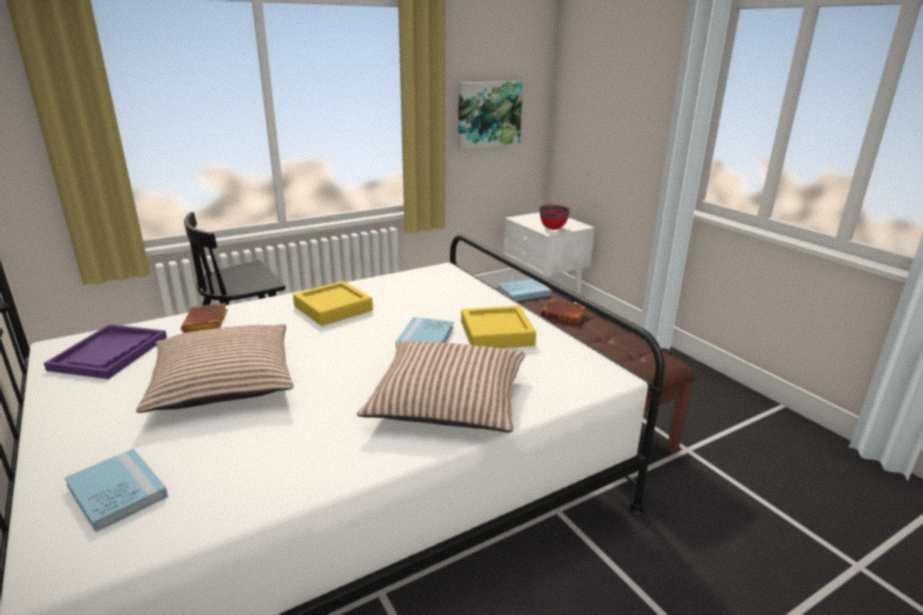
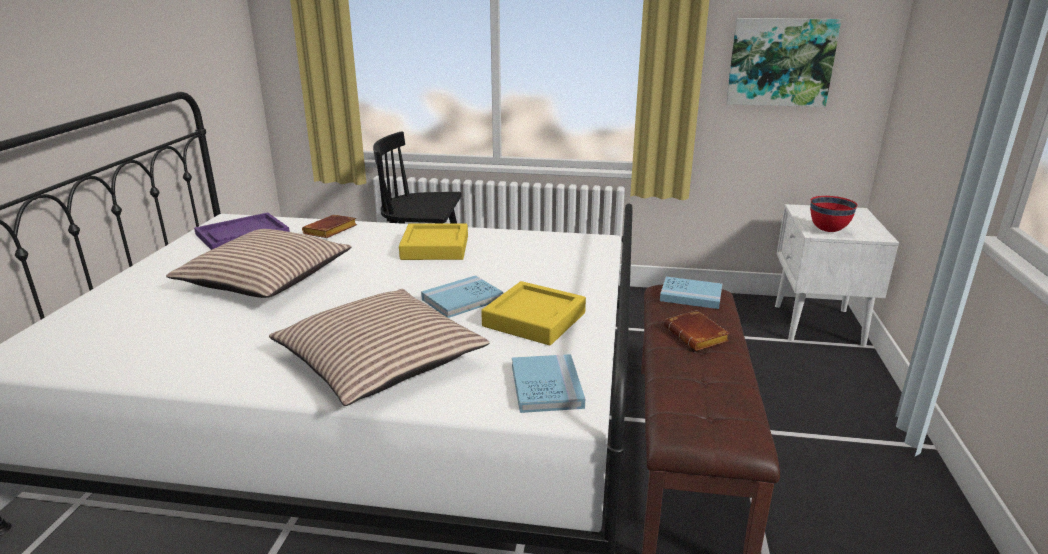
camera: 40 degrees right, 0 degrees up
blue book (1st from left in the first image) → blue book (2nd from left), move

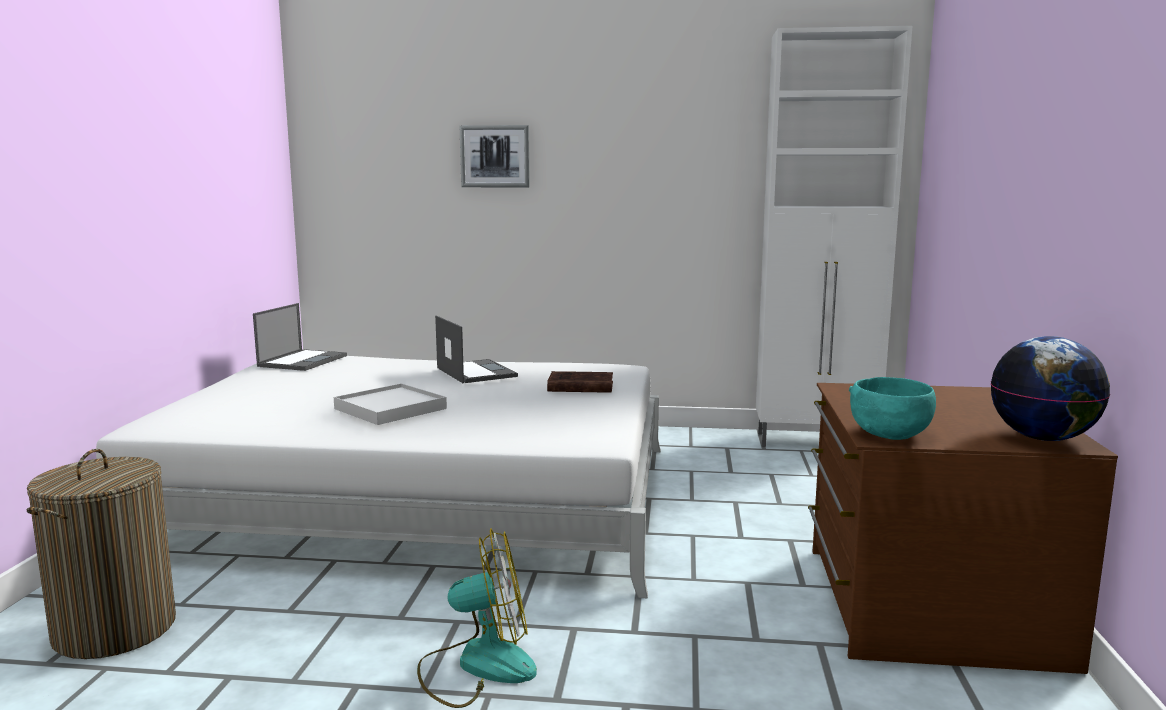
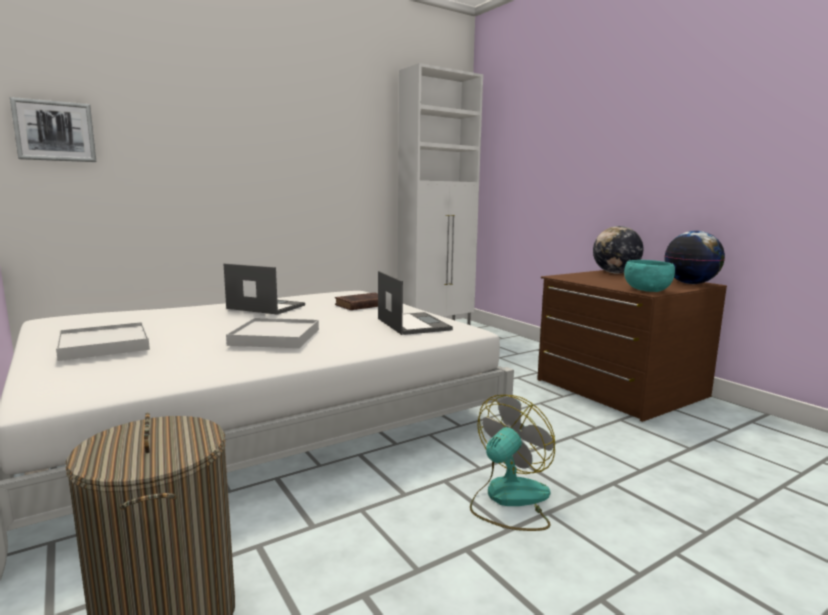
camera: 40 degrees left, 0 degrees up
picture, move
- → white tray (1st from left)
laptop (1st from left in the first image) → laptop (2nd from left), move
- → globe (1st from left)

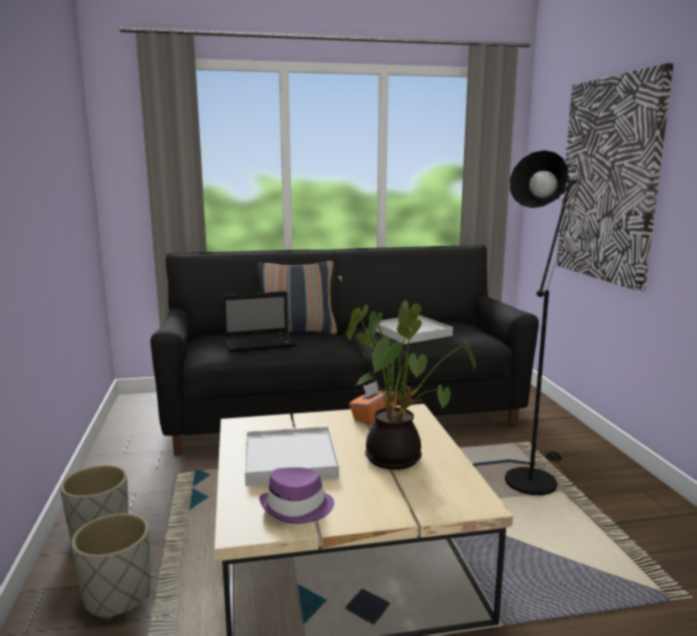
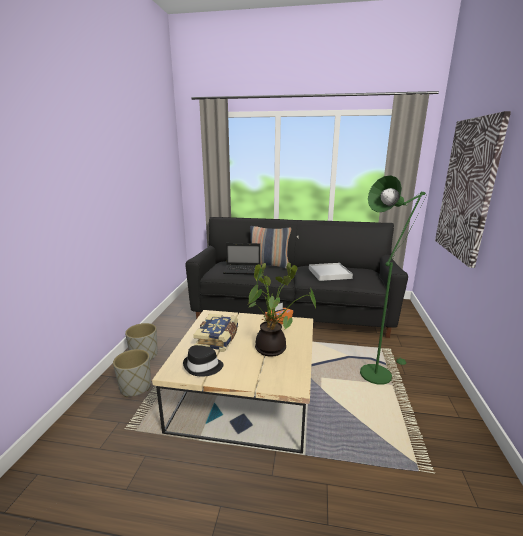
camera: 20 degrees right, 5 degrees up
purple hat → black hat
white tray (1st from left) → book
black floor lamp → green floor lamp

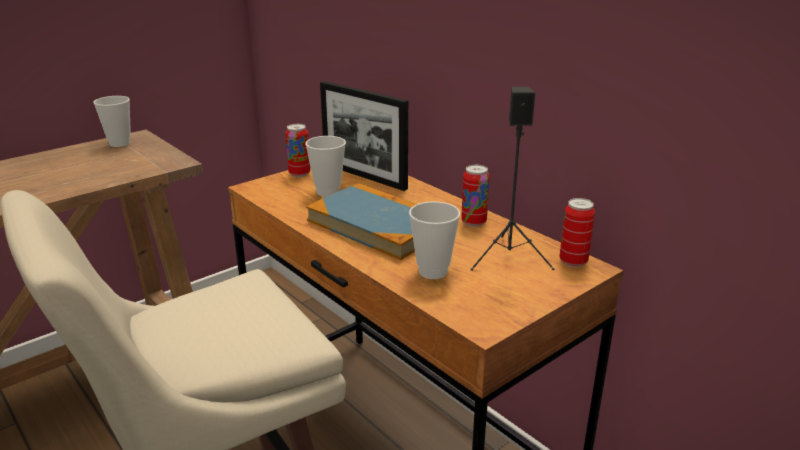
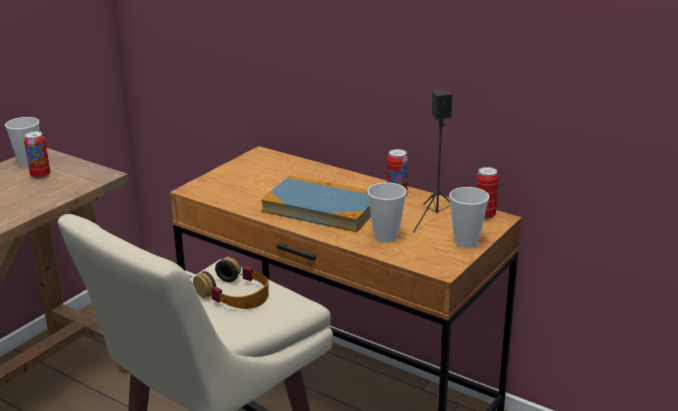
camera: 15 degrees left, 0 degrees up
can (1st from left), move
- → headphones
cup (2nd from left in the first image) → cup (3rd from left), move
picture frame → -

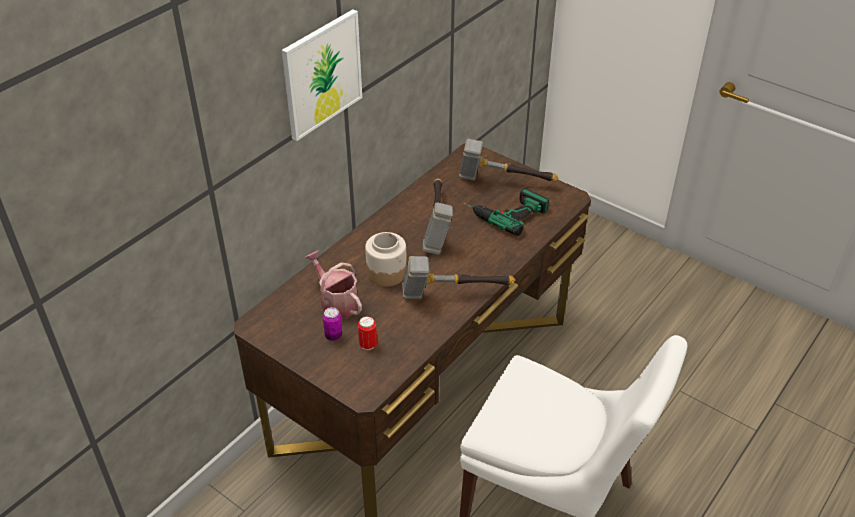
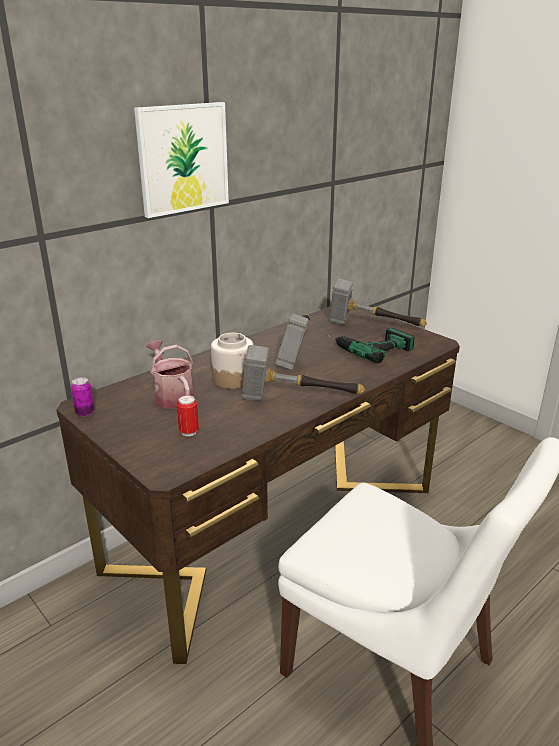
camera: 10 degrees right, 15 degrees down
can (1st from left), move

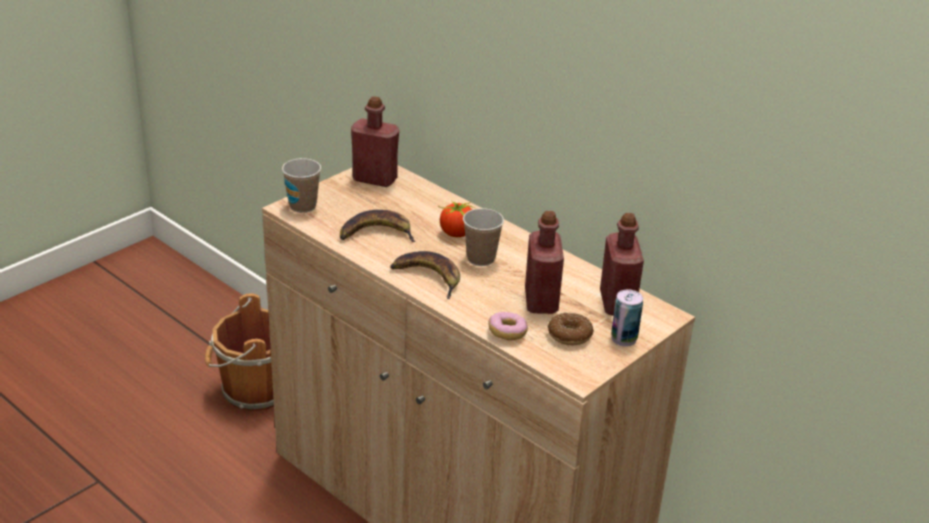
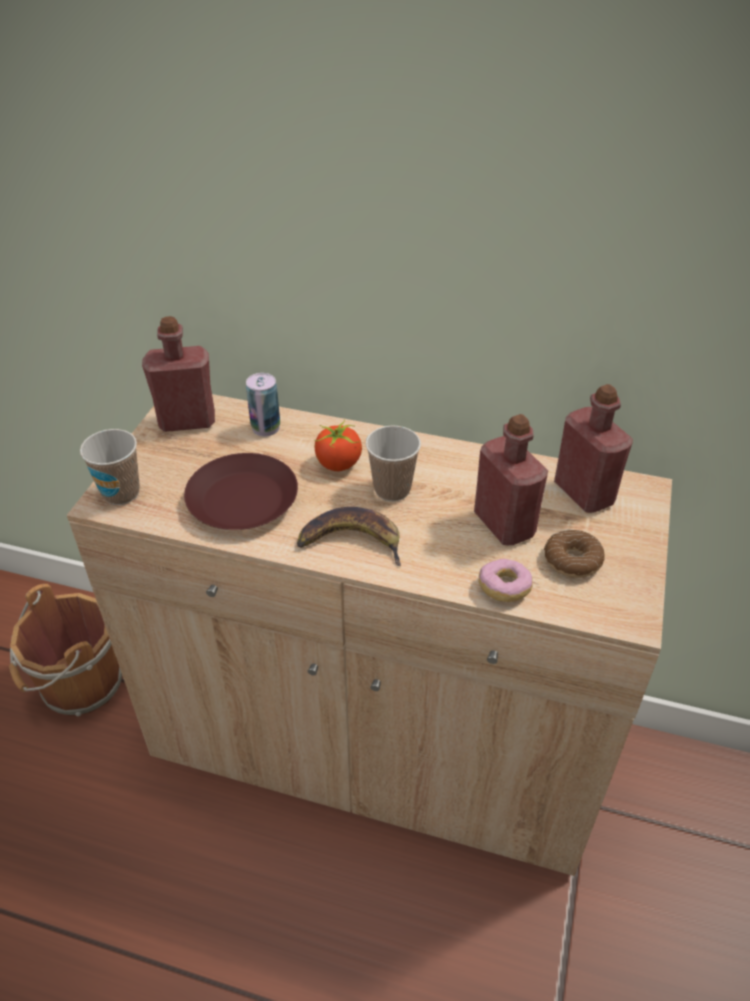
camera: 25 degrees left, 10 degrees up
banana (1st from left) → brown plate
can, move

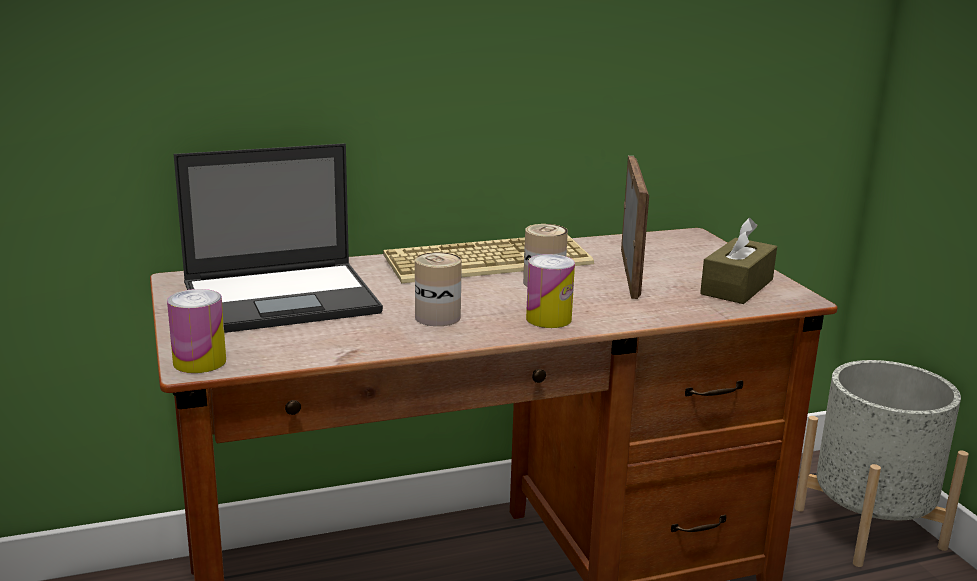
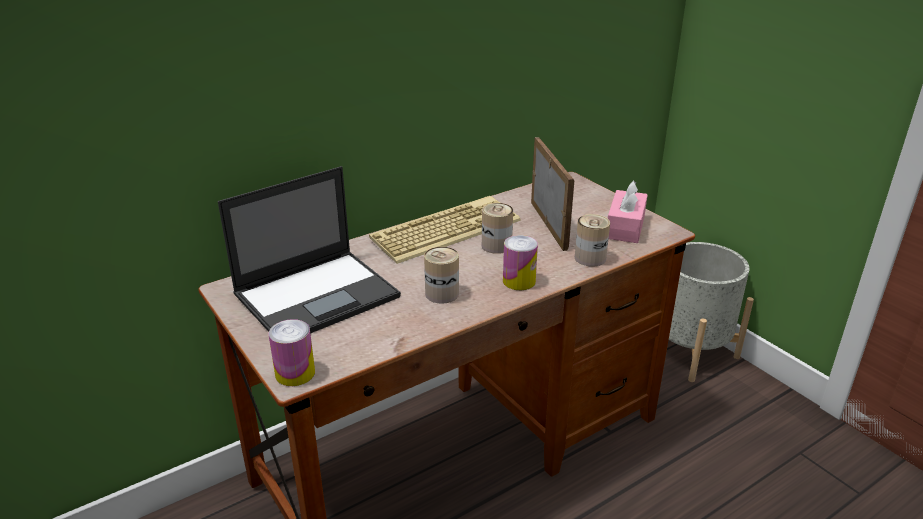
camera: 15 degrees left, 10 degrees up
- → can (5th from left)
brown tissue box → pink tissue box

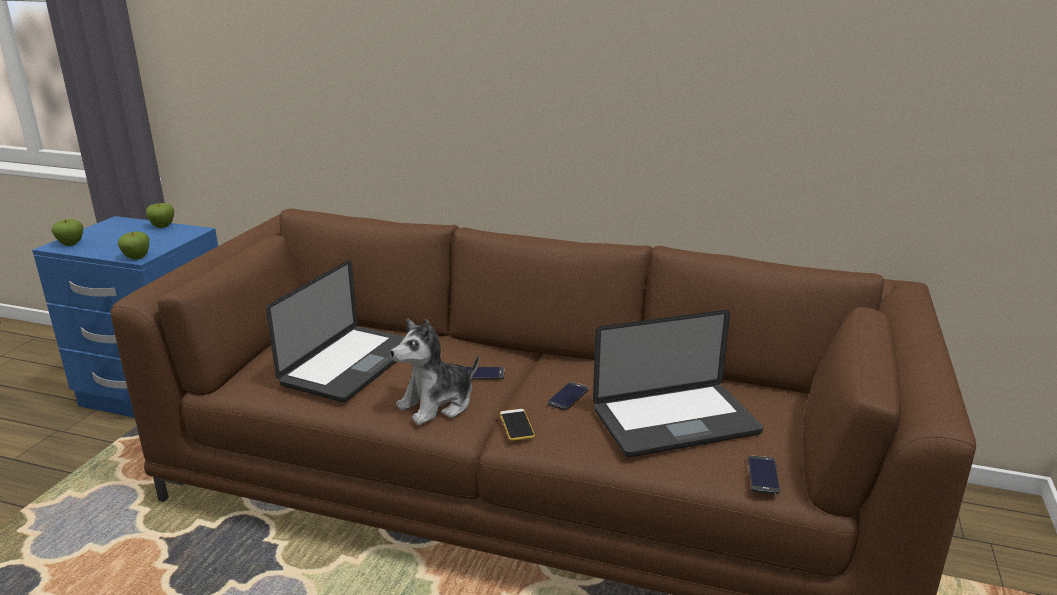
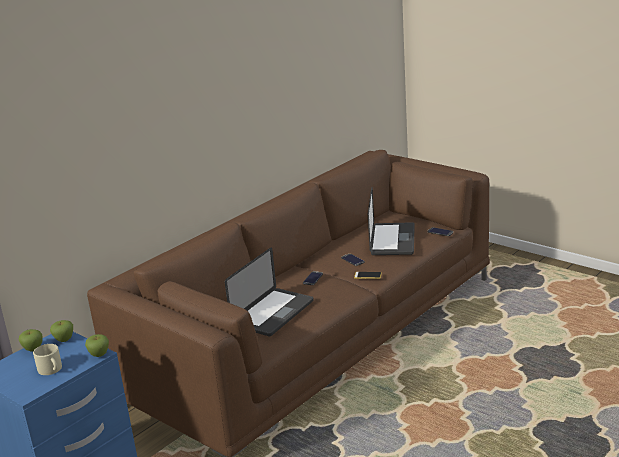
camera: 65 degrees left, 0 degrees up
- → beige mug
apple (1st from left in the first image) → apple (2nd from left), move
laptop (1st from left), 75 degrees clockwise
plush toy → -

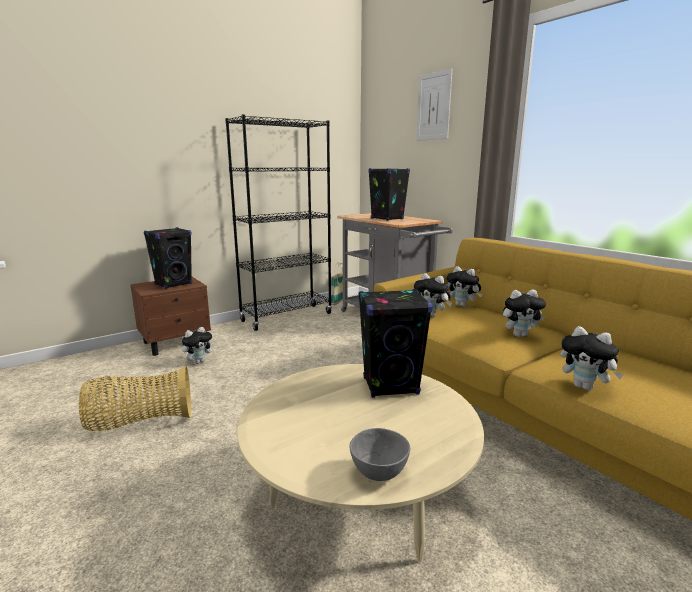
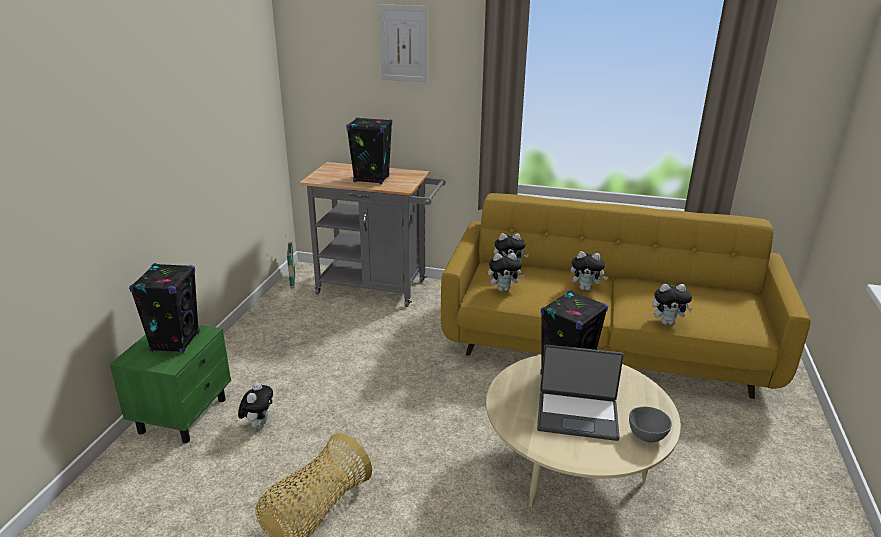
camera: 40 degrees left, 10 degrees up
brown nightstand → green nightstand
- → laptop
plush toy (4th from left), 60 degrees clockwise
black bookcase → -

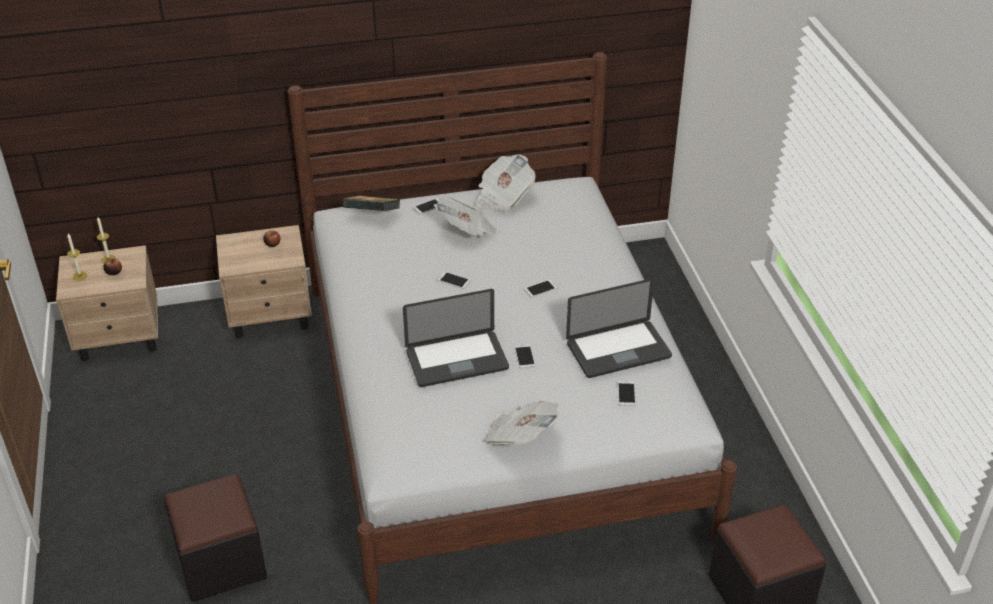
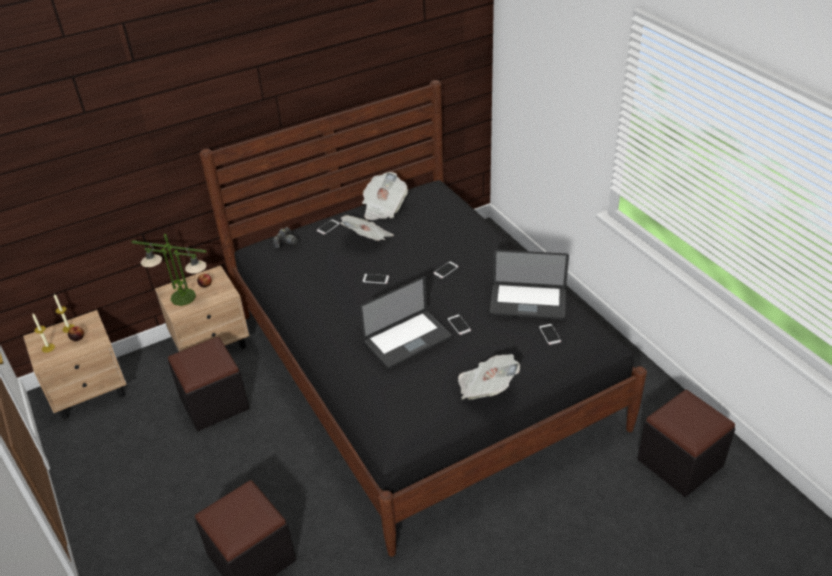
camera: 15 degrees left, 0 degrees up
- → table lamp
- → black ottoman (1st from left)
white bed → black bed
book → photo camera
laptop (2nd from left), 45 degrees clockwise

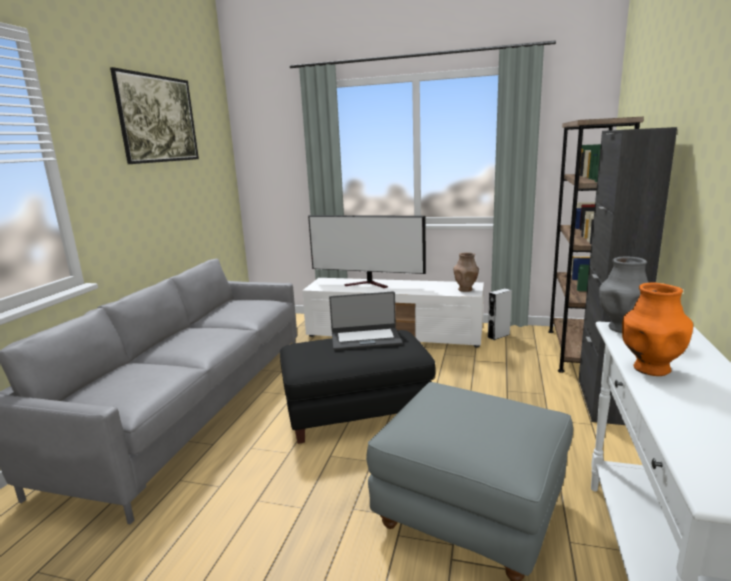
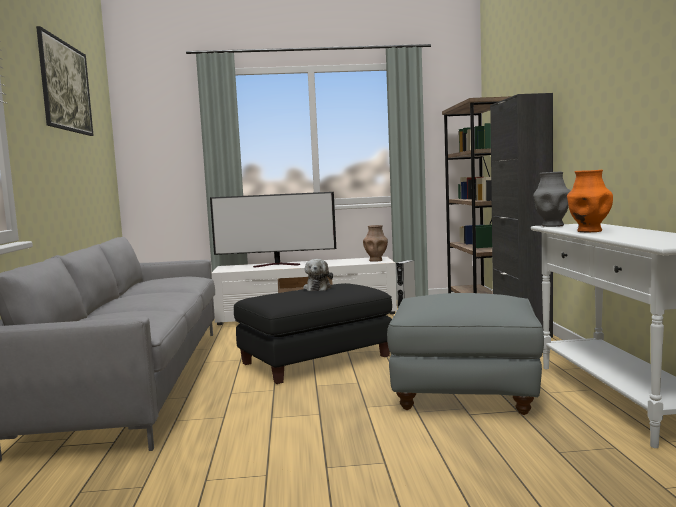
camera: 20 degrees left, 10 degrees down
laptop → plush toy

